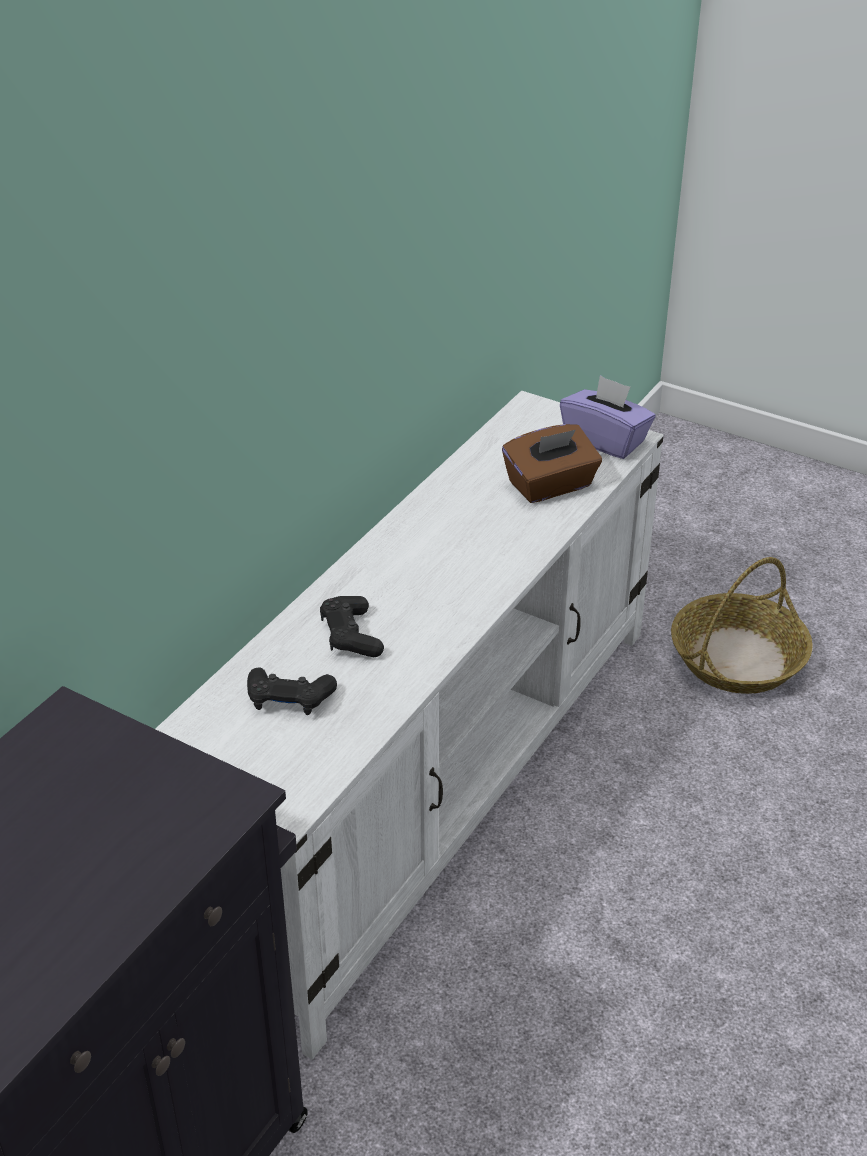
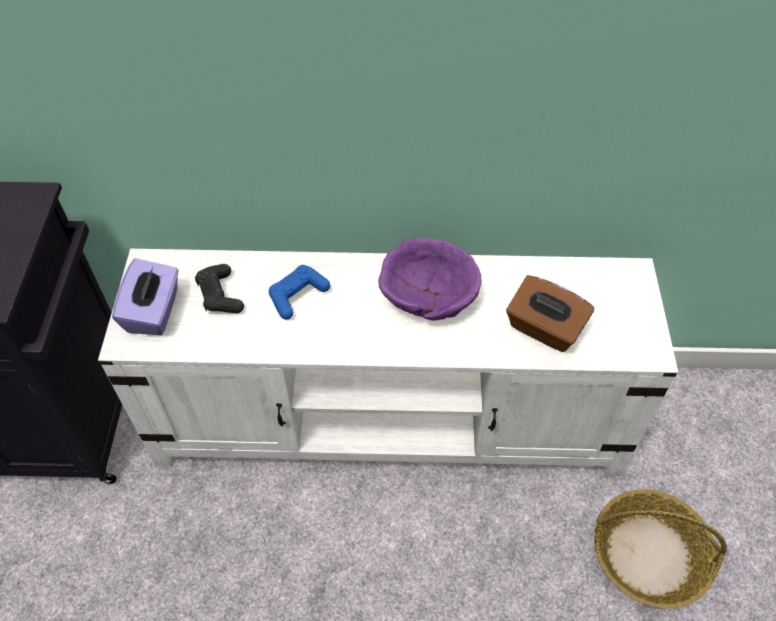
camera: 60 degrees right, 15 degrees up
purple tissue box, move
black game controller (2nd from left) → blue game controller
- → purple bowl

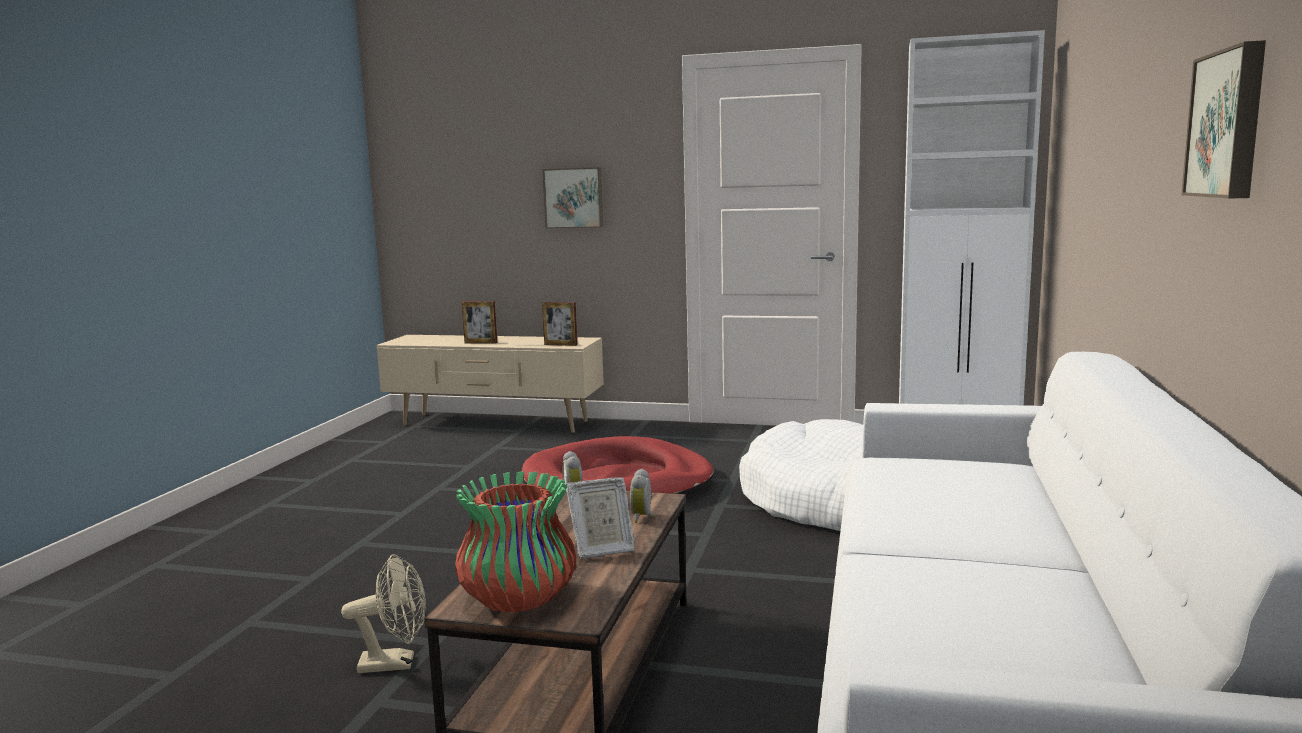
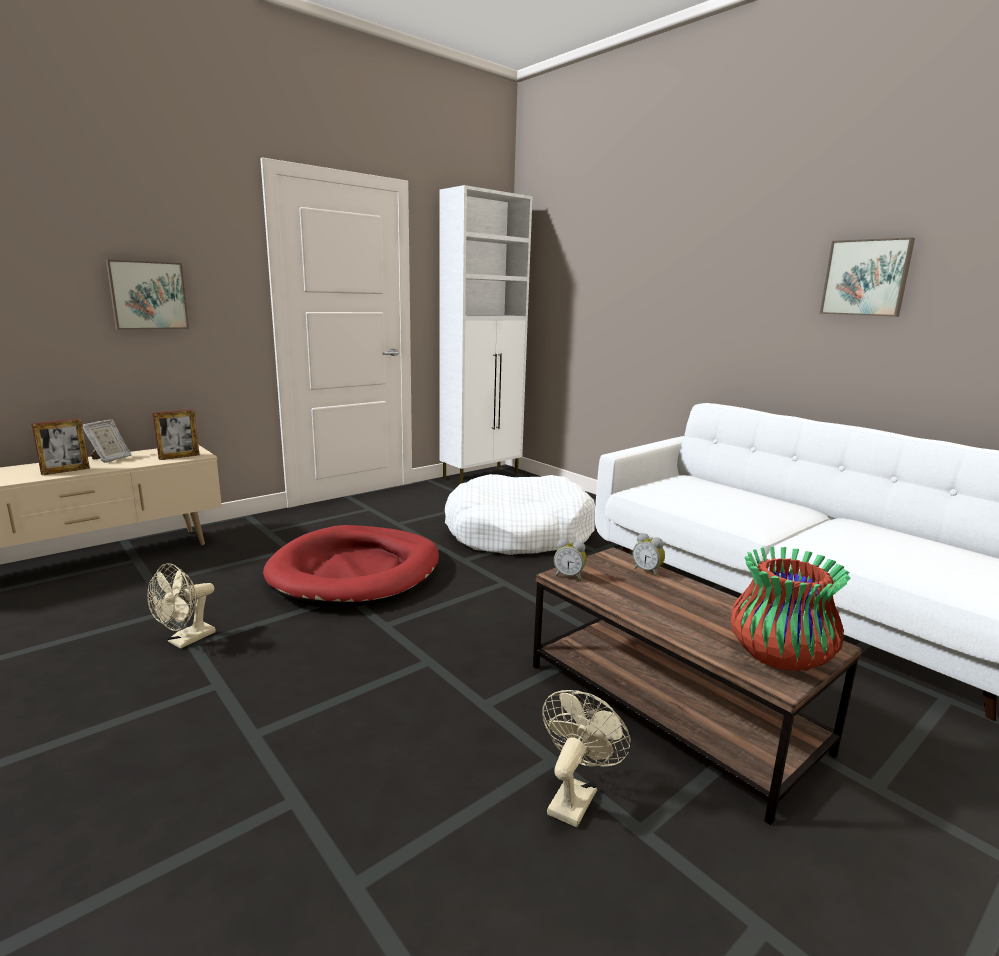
camera: 55 degrees left, 5 degrees up
picture frame (3rd from left in the first image) → picture frame (2nd from left), move
- → beige fan (1st from left)

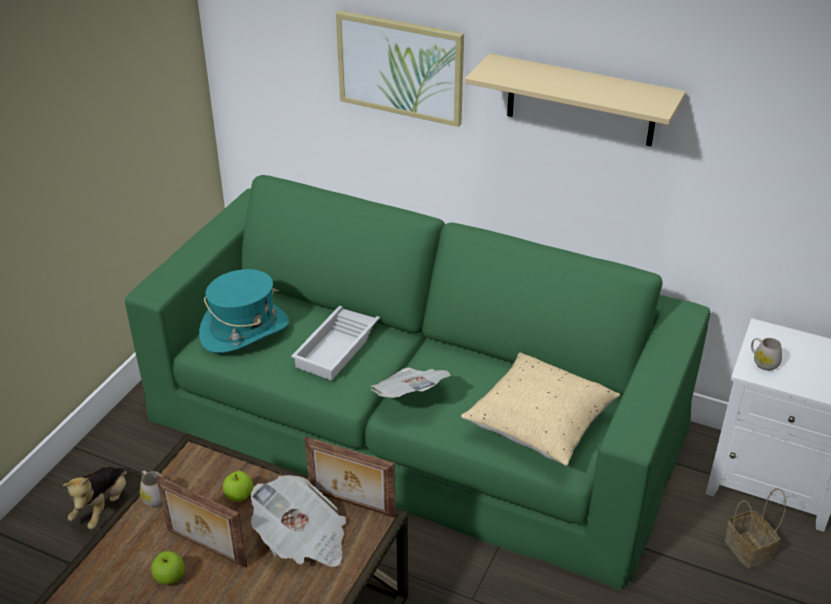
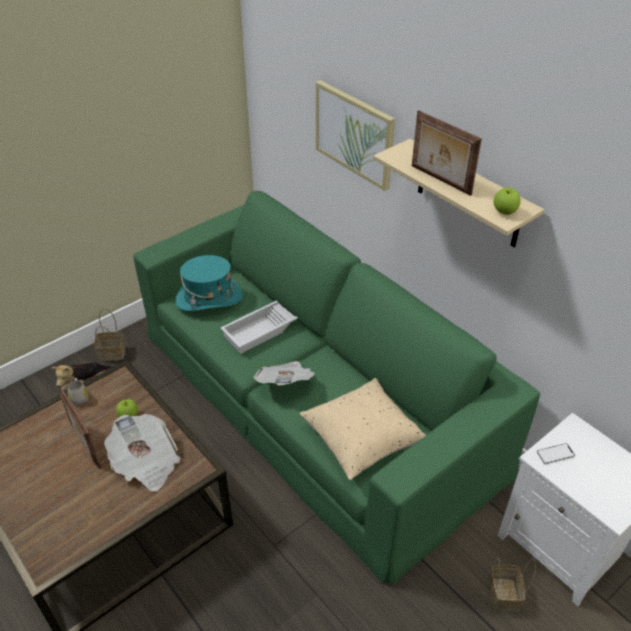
camera: 25 degrees right, 5 degrees up
- → basket (1st from left)
picture frame (2nd from left), move
apple (1st from left in the first image) → apple (2nd from left), move
white mug (2nd from left) → phone

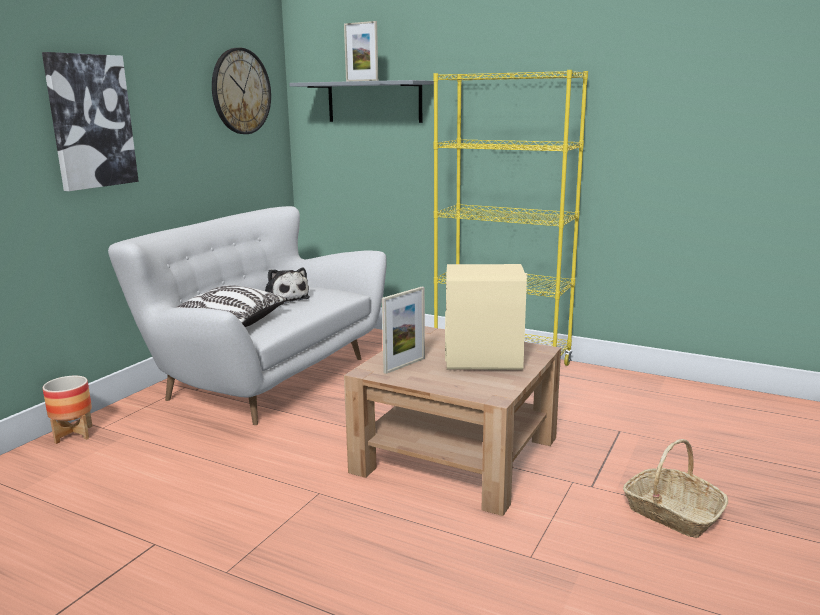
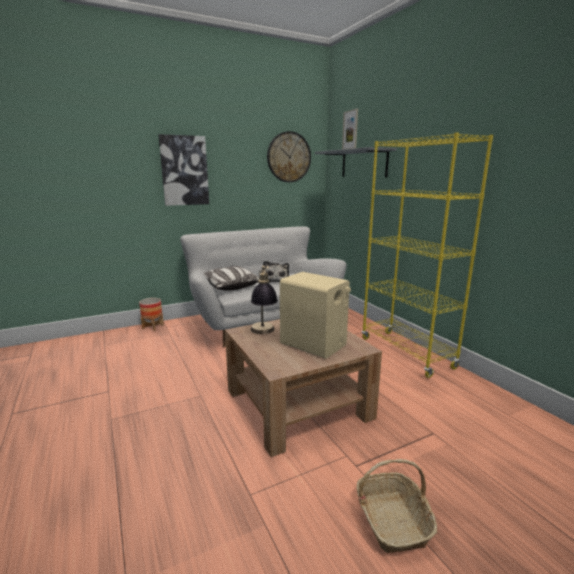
camera: 35 degrees right, 0 degrees up
picture frame (2nd from left) → table lamp

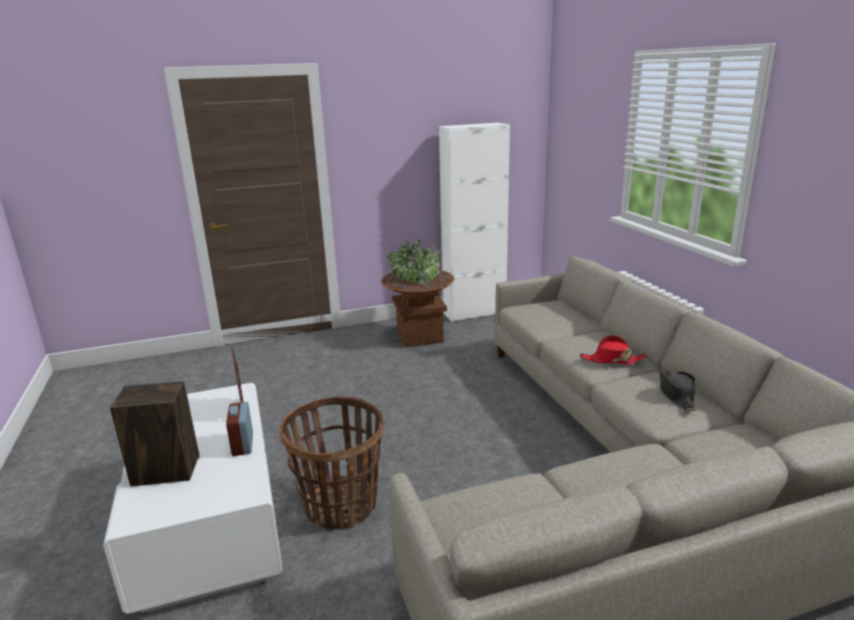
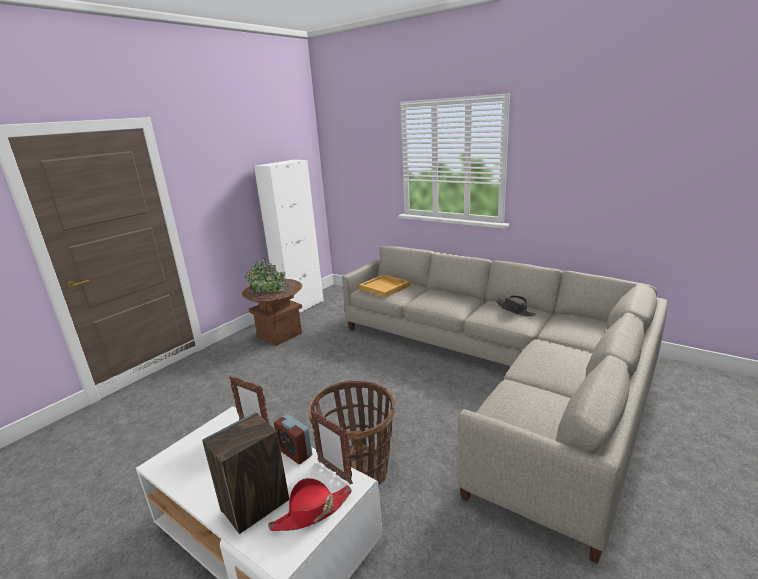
camera: 35 degrees left, 0 degrees up
red hat, move
- → picture frame (2nd from left)
- → beige tray

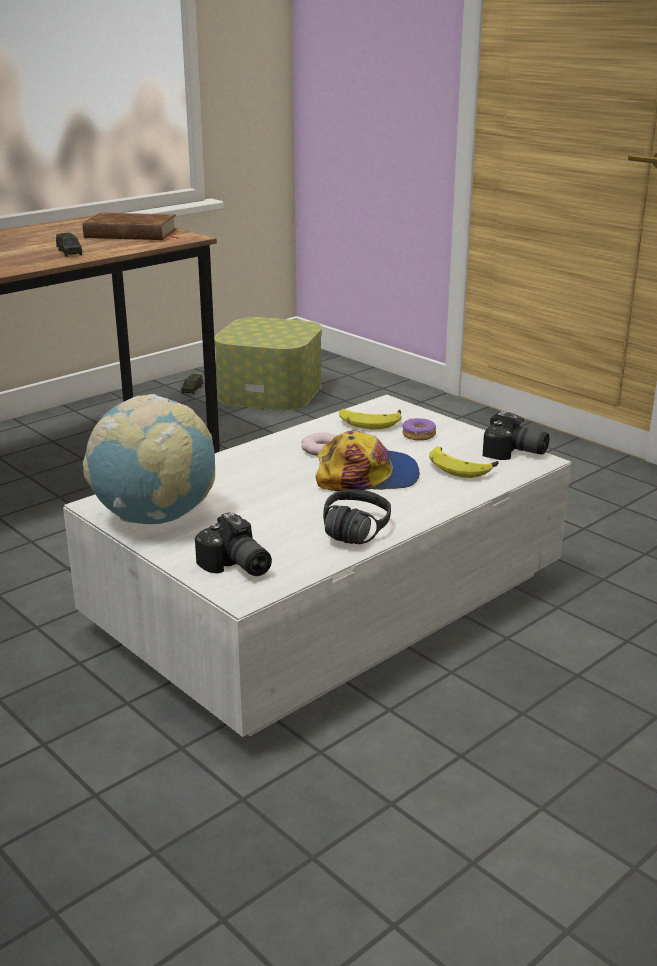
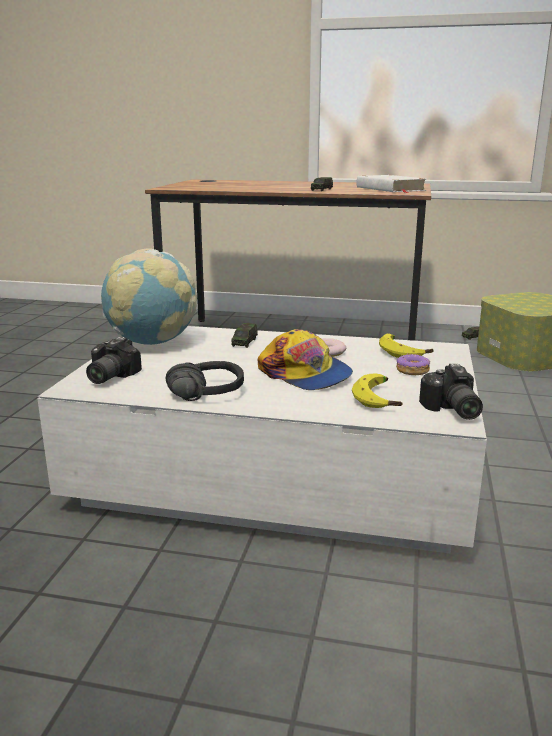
camera: 55 degrees right, 5 degrees down
- → toy car (1st from left)
brown book → white book

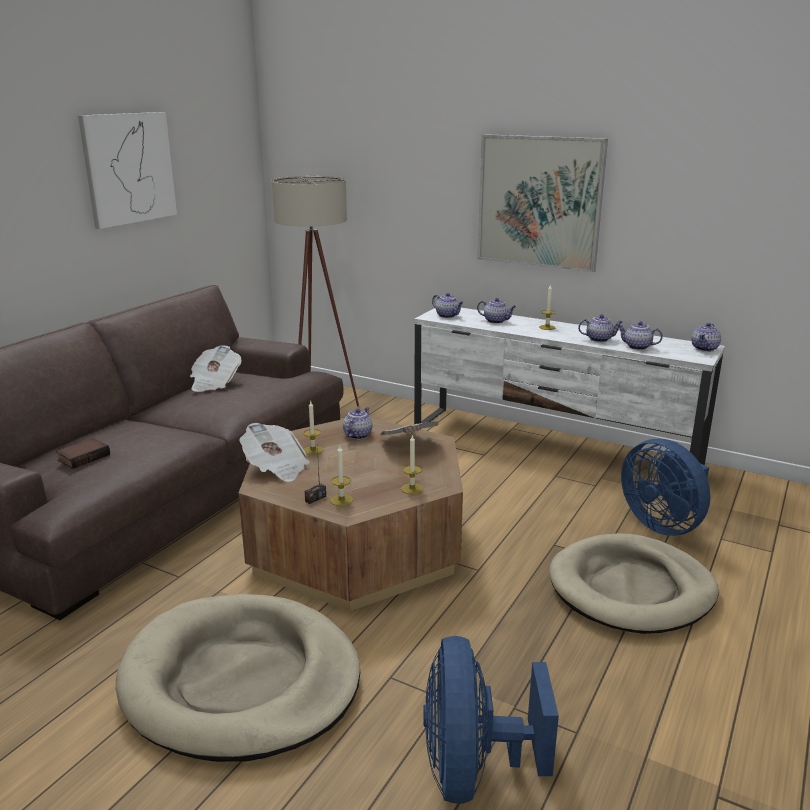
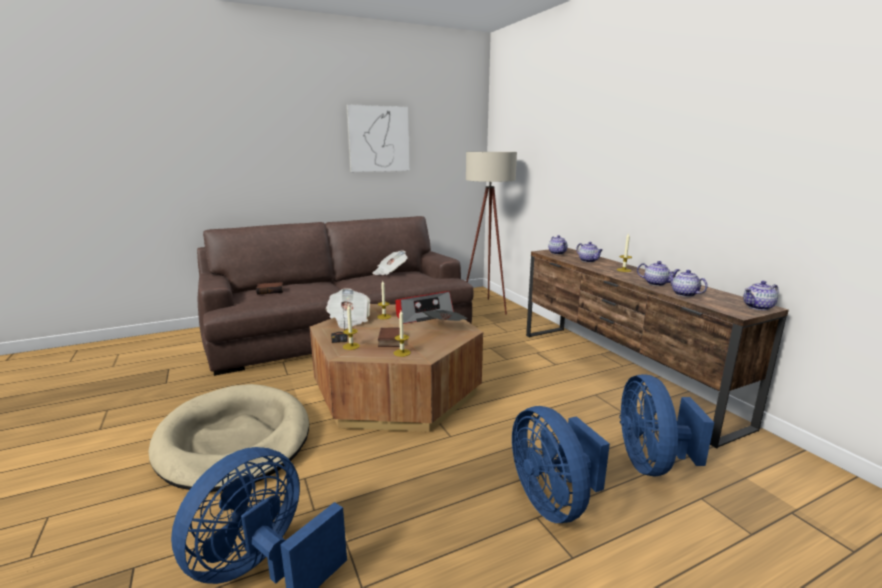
camera: 35 degrees right, 5 degrees down
- → book (2nd from left)
teapot (1st from left) → radio (2nd from left)
beige dog bed (2nd from left) → blue fan (2nd from left)
white tv stand → brown tv stand
picture (2nd from left) → -

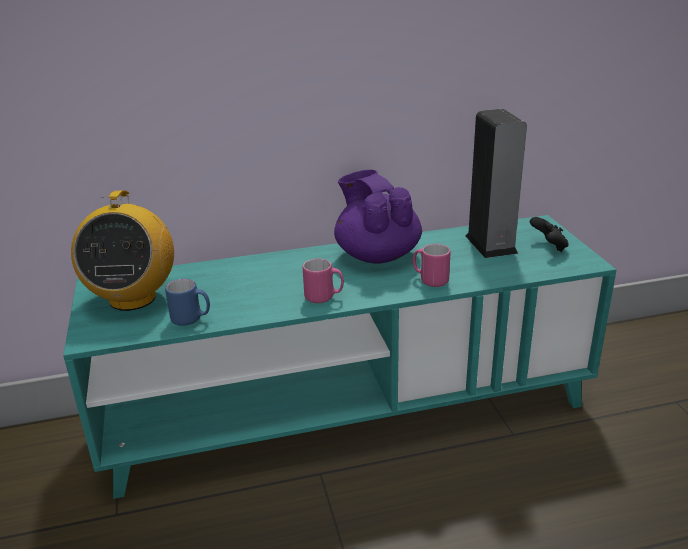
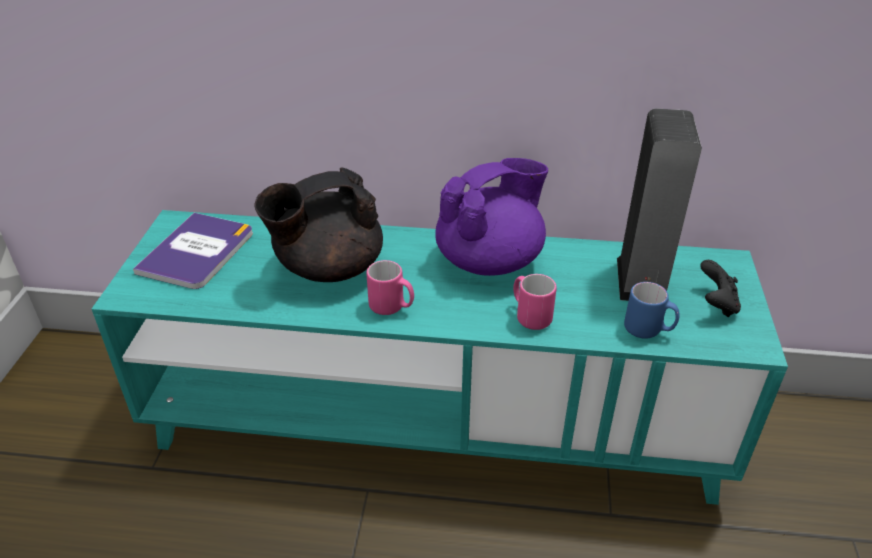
camera: 20 degrees right, 10 degrees up
radio → book
- → black teapot
purple teapot, 60 degrees clockwise
blue mug, move

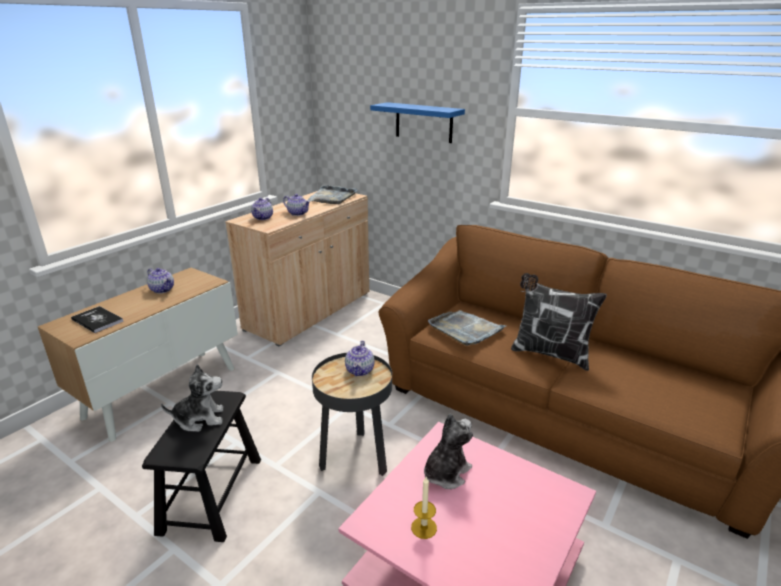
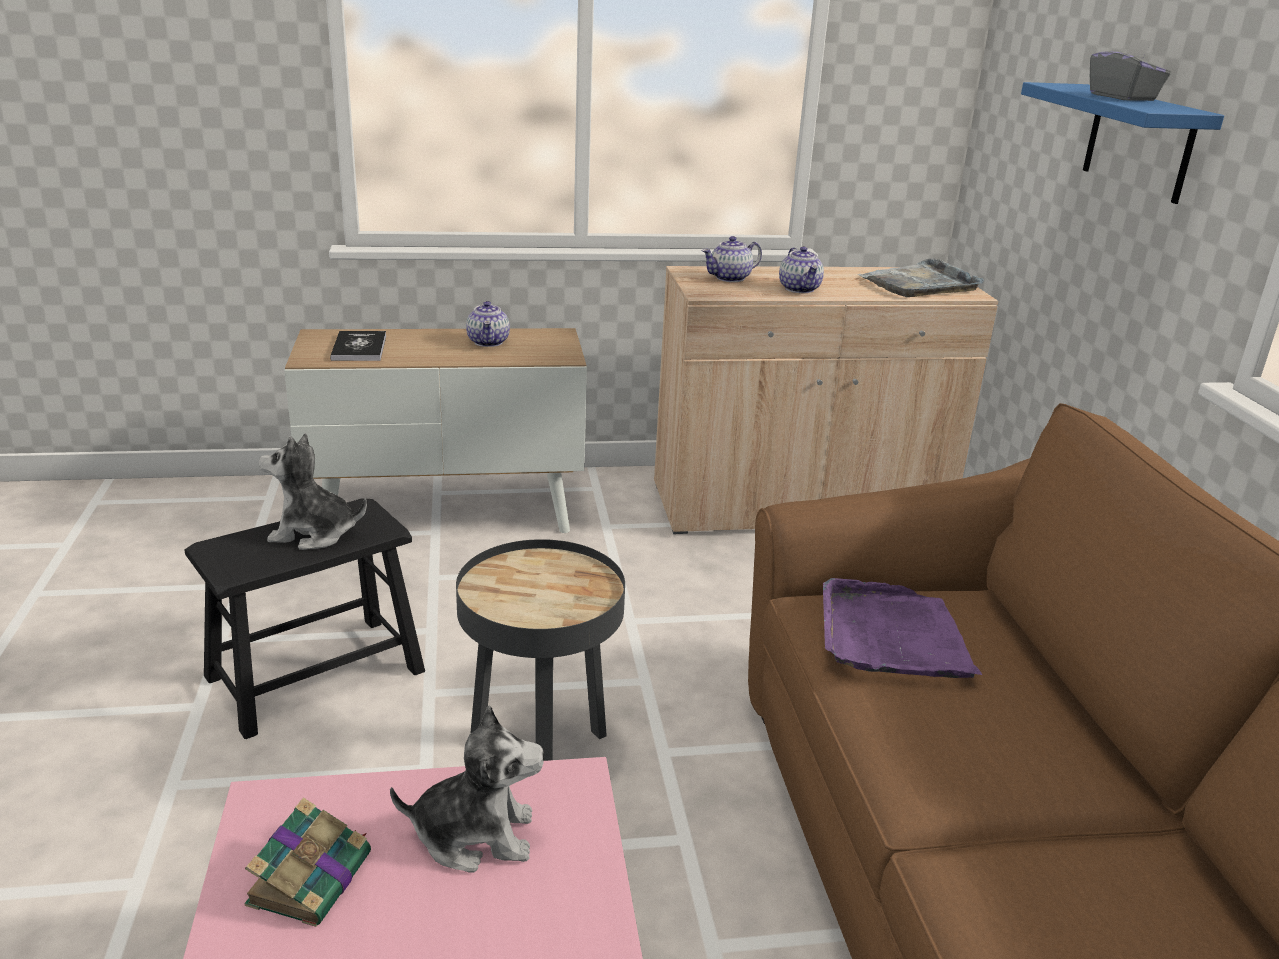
camera: 45 degrees right, 0 degrees up
candle → book (1st from left)
plush toy (1st from left), 150 degrees clockwise
grey tray (2nd from left) → purple tray
- → grey tissue box
teapot (4th from left) → -
pillow → -

